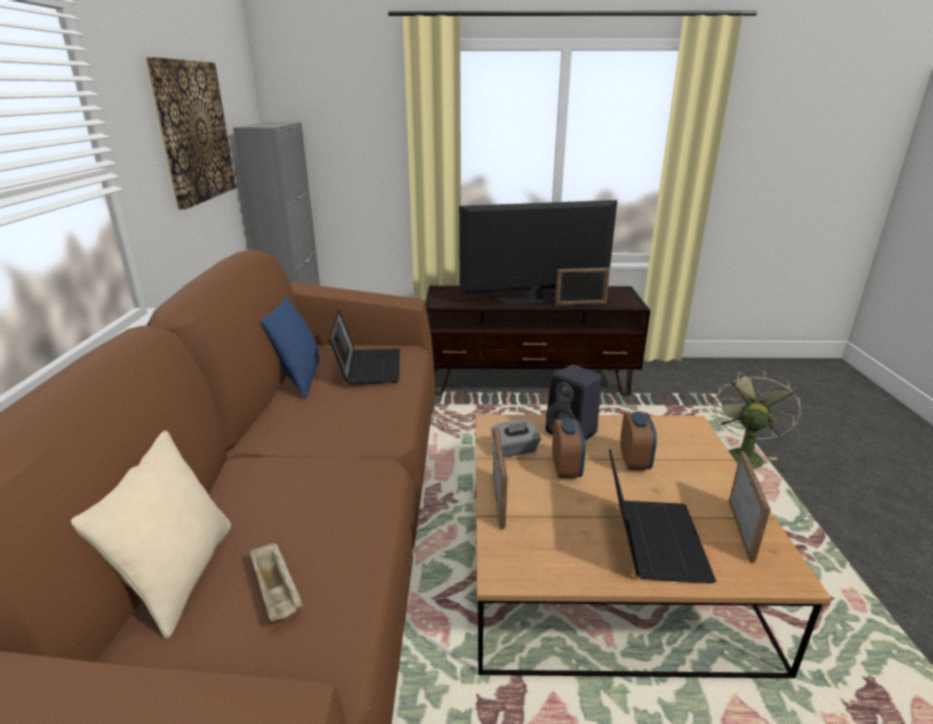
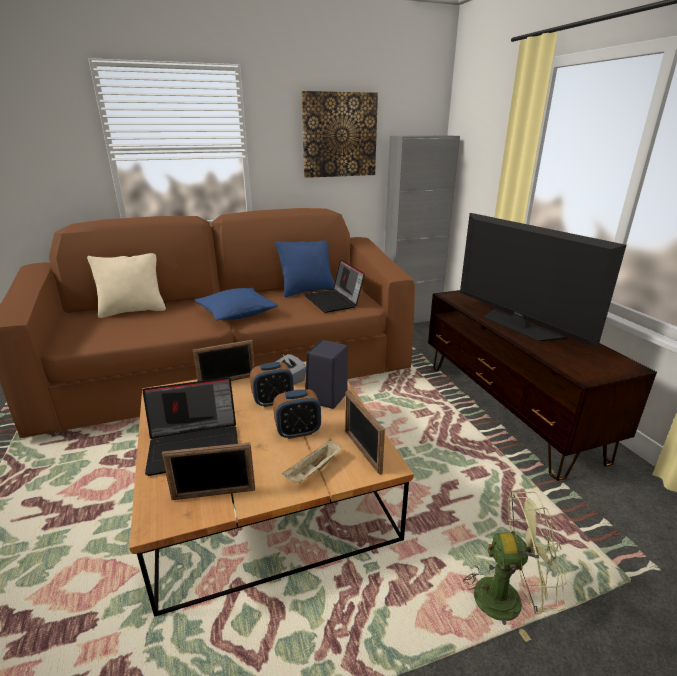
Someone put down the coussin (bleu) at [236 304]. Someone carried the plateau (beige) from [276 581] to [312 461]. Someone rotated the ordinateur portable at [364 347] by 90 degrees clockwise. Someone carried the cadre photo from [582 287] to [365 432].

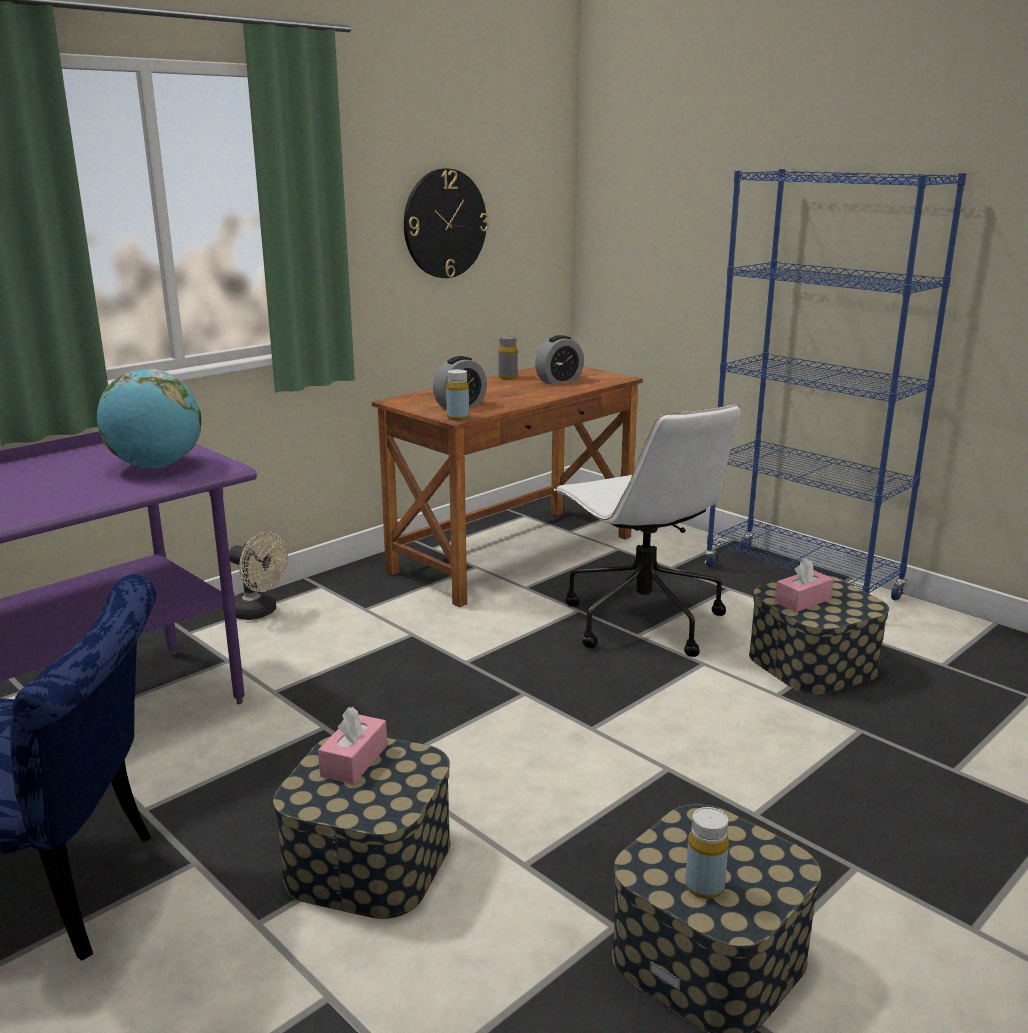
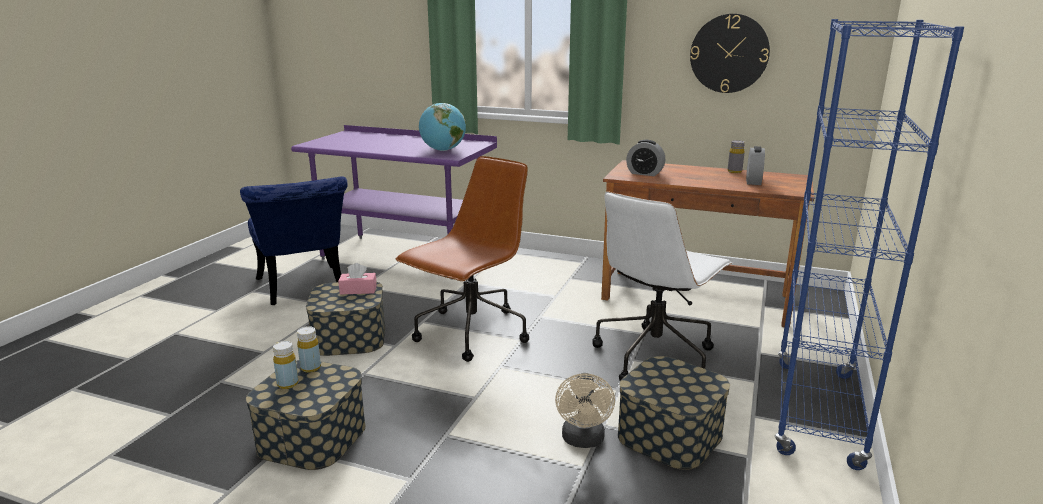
Someone carried the bouteille (jaune) from [457 395] to [309 349]. Someone put down the chaise de bureau (marron) at [462 259]. Someone carried the ventilateur (beige) from [258 576] to [585 410]. Someone rotated the réveil at [559 359] by 105 degrees counterclockwise. Someone took away the boîte à mouchoirs (rose) at [804 585].

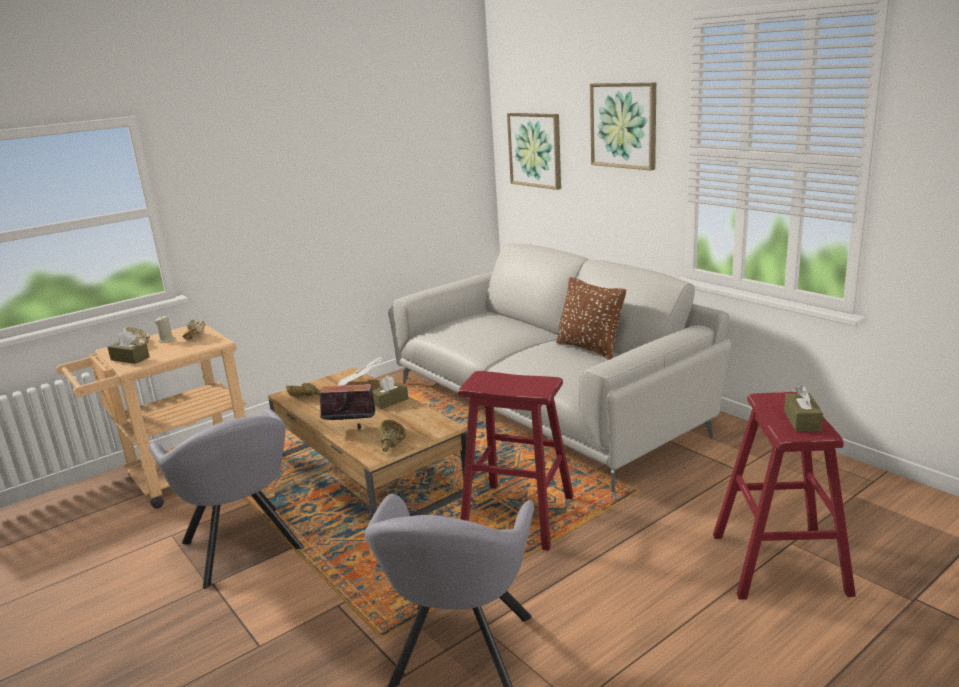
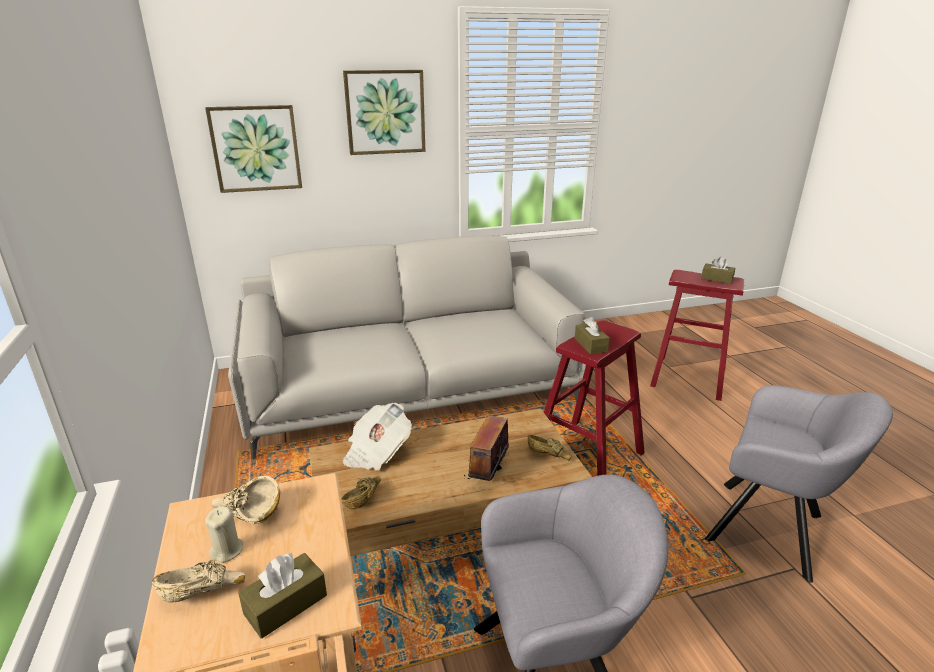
Someone carried the boîte à mouchoirs (marron) from [390 392] to [592 335]. Someone took away the coussin (marron) at [591 318].

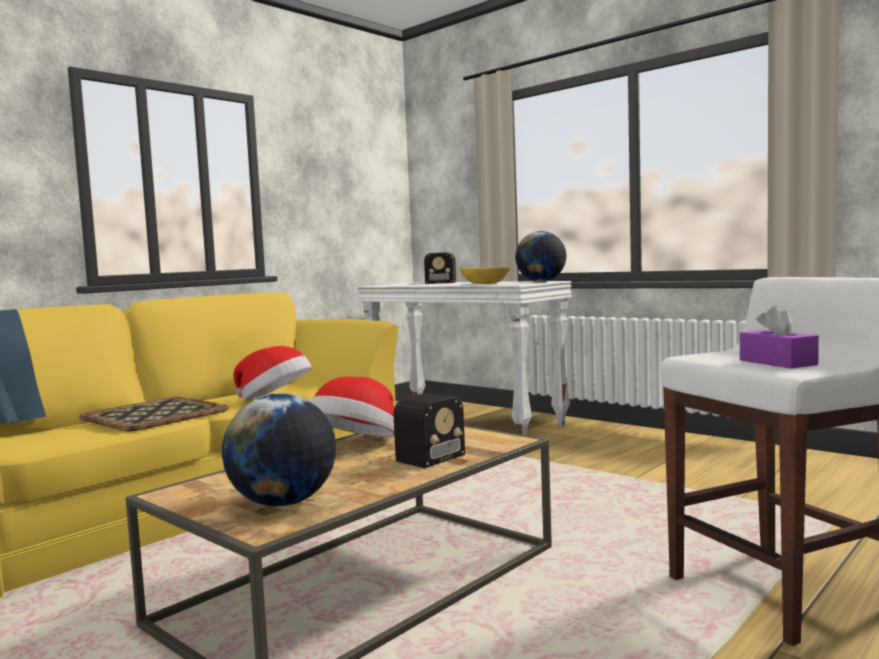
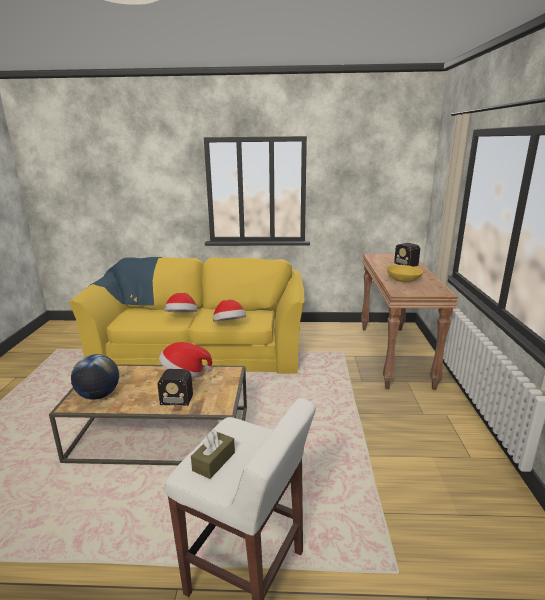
Someone swapped the plateau at [154 414] for the chapeau at [181 302]. Someone repainted the boîte à mouchoirs (violet) at [779 337], which became the boîte à mouchoirs (marron) at [213 454]. Someone repainted the table console (blanc) at [465 358], which became the table console (marron) at [409 322]. Someone took away the globe at [540 256].

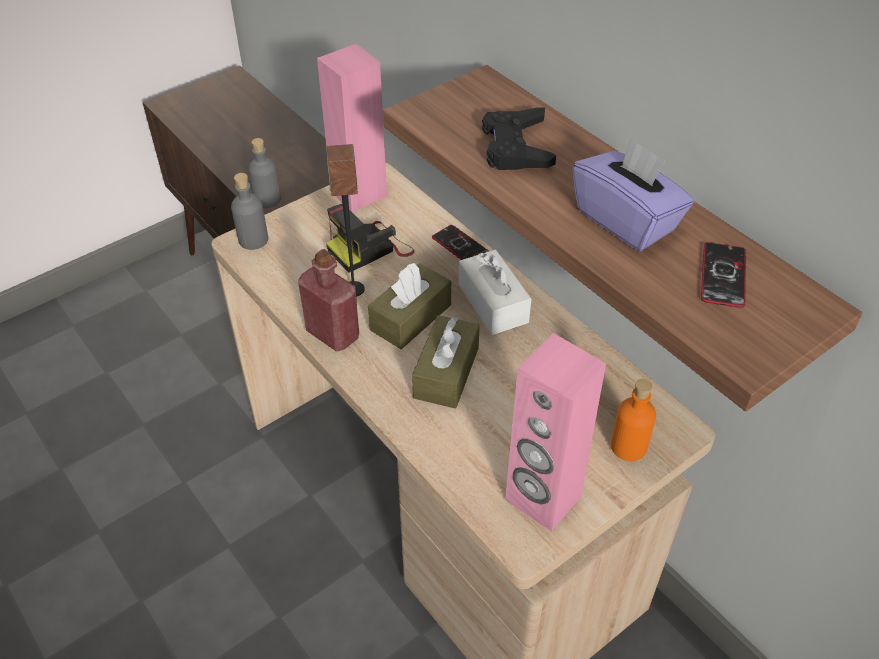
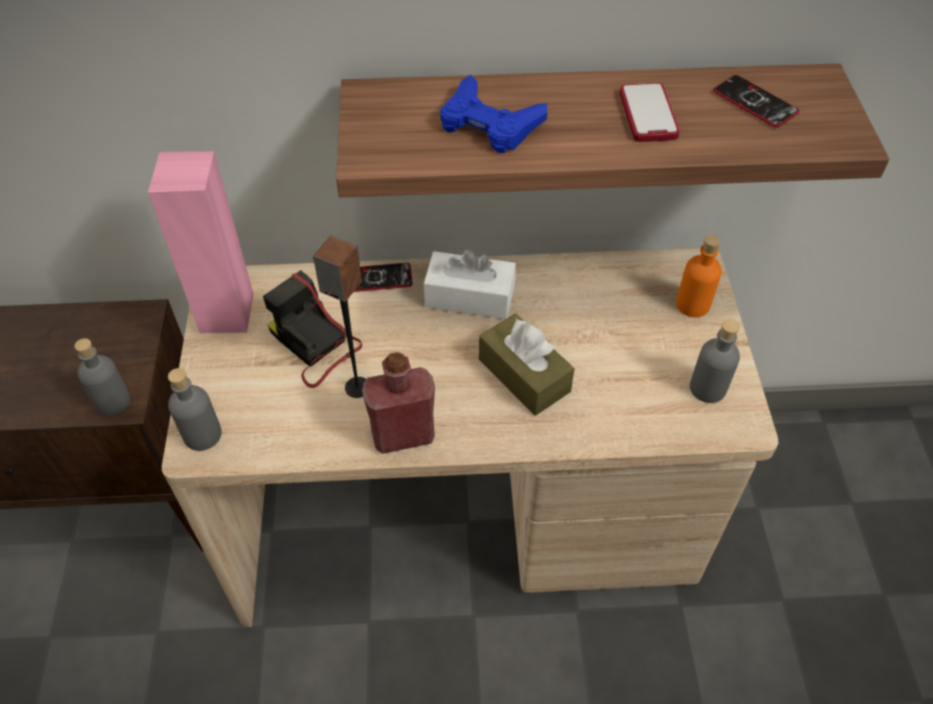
Someone rotated the appareil photo at [370 238] by 135 degrees clockwise. Someone repainted the manette (noir) at [519 138], which became the manette (bleu) at [493 114]. Someone swapped the boîte à mouchoirs (violet) at [633 194] for the téléphone at [650 112]. Someone swapped the enceinte (rose) at [555 432] for the bouteille (gris) at [715 361]. Someone took away the boîte à mouchoirs (marron) at [409 306].

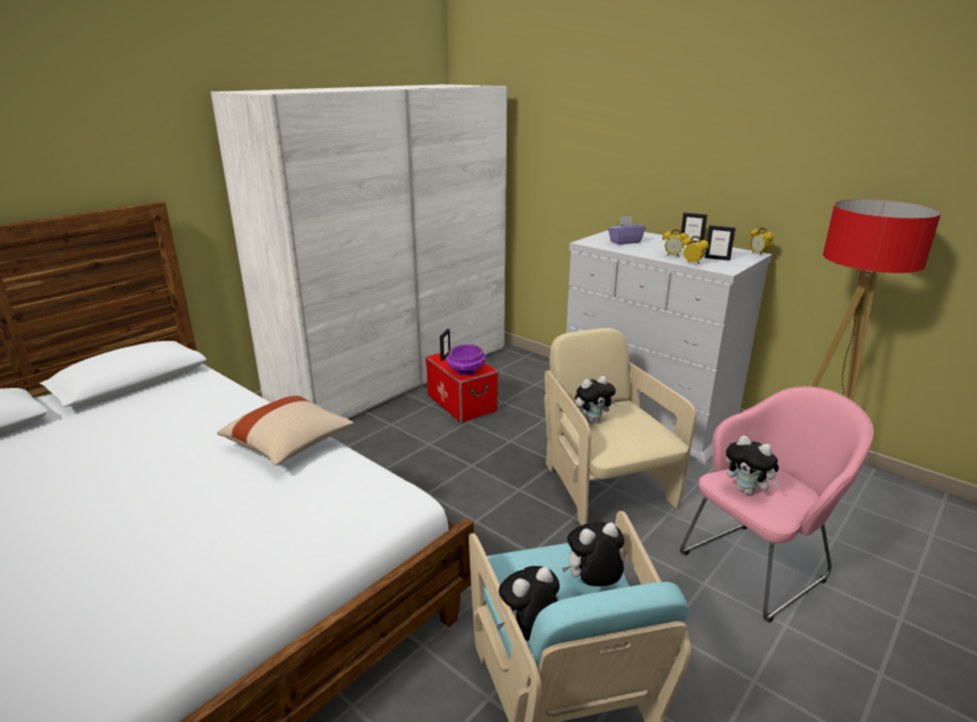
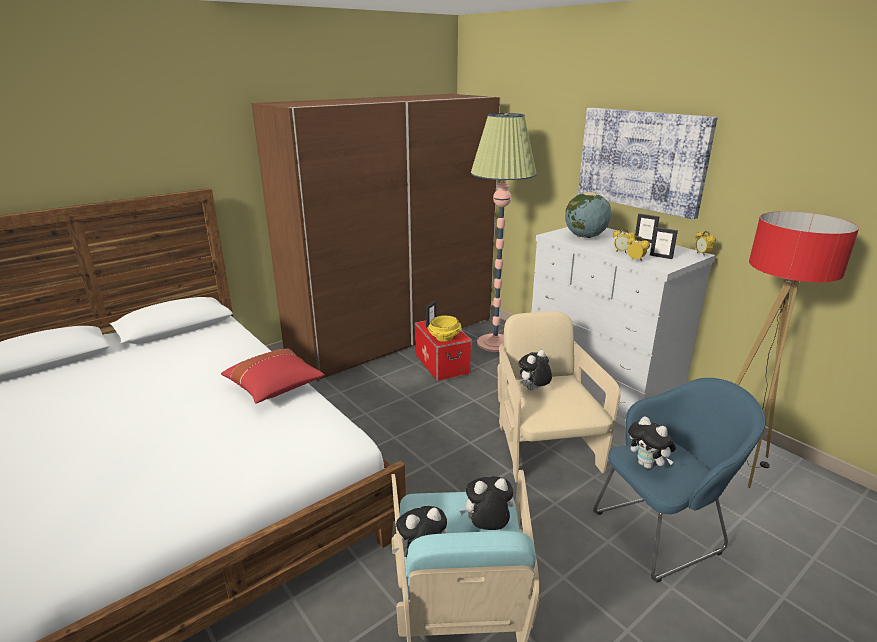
Someone repainted the coussin (beige) at [285 430], which became the coussin (rouge) at [273 375]. Someone repainted the armoire (blanc) at [359 251], which became the armoire (marron) at [376 237]. Someone repainted the bol (violet) at [466 359], which became the bol (jaune) at [445 328]. Someone put down the lampadaire at [504 232]. Someone rotated the peluche at [595 399] by 150 degrees clockwise. Someone swapped the boîte à mouchoirs (violet) at [627 230] for the globe at [588 215]. Someone put up the tableau at [647 163]. Someone repainted the fauteuil (rose) at [777 504], which became the fauteuil (bleu) at [679 480].

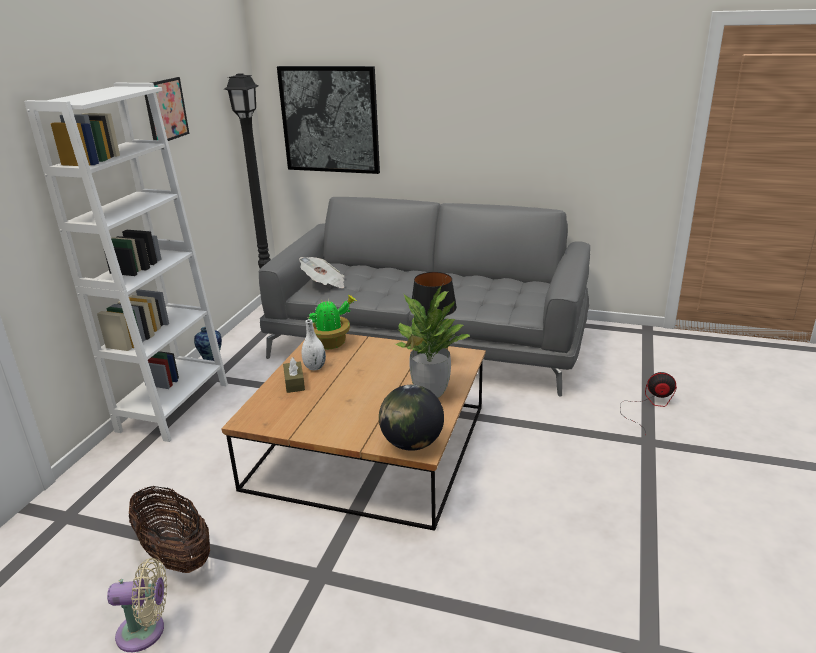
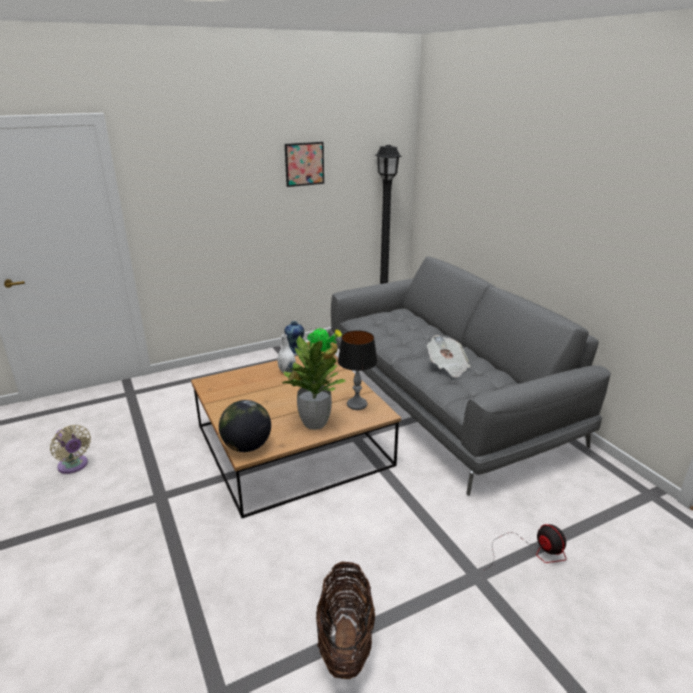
Someone carried the panier from [169 529] to [345 620]. Someone carried the journal from [321 272] to [448 356]. Someone took away the bibliothèque (blanc) at [126 262]. Someone took away the tableau at [328 120]. Someone took away the boîte à mouchoirs (marron) at [294 375].

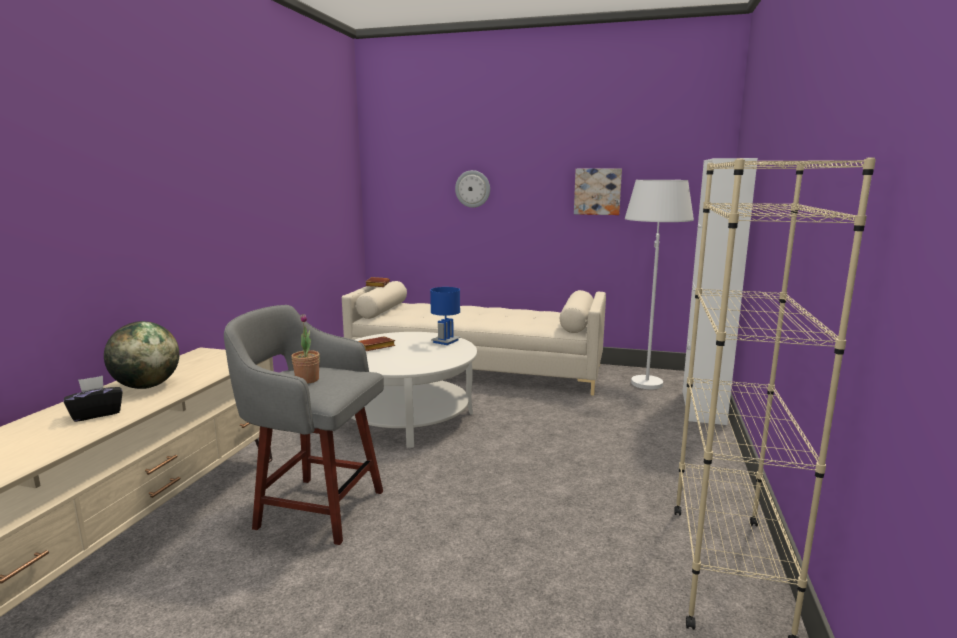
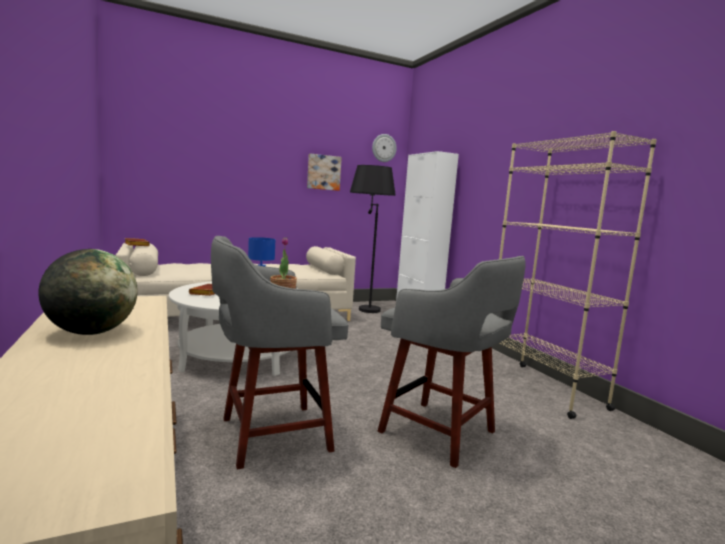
Someone repainted the lampadaire (blanc) at [659 284], which became the lampadaire (noir) at [373 239]. Someone carried the horloge murale from [472 189] to [384 148]. Someone put down the tabouret (gris) at [452 362]. Someone took away the boîte à mouchoirs (noir) at [93 399].

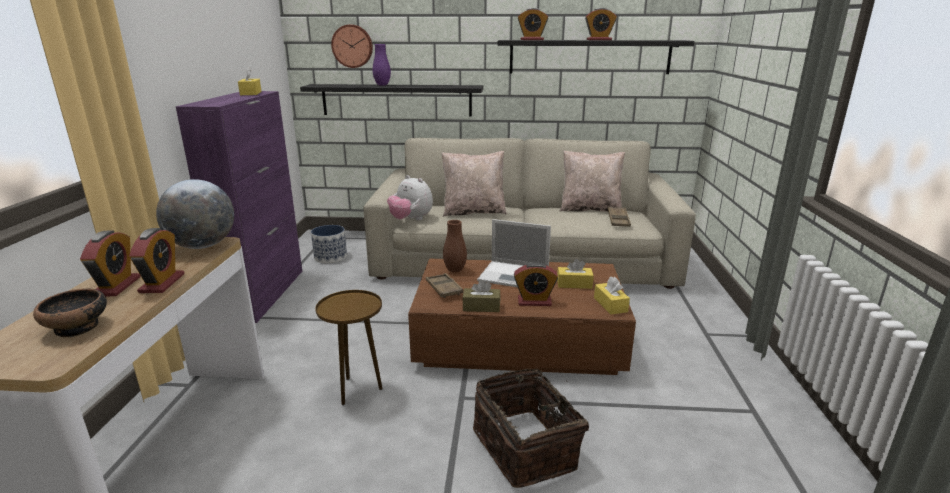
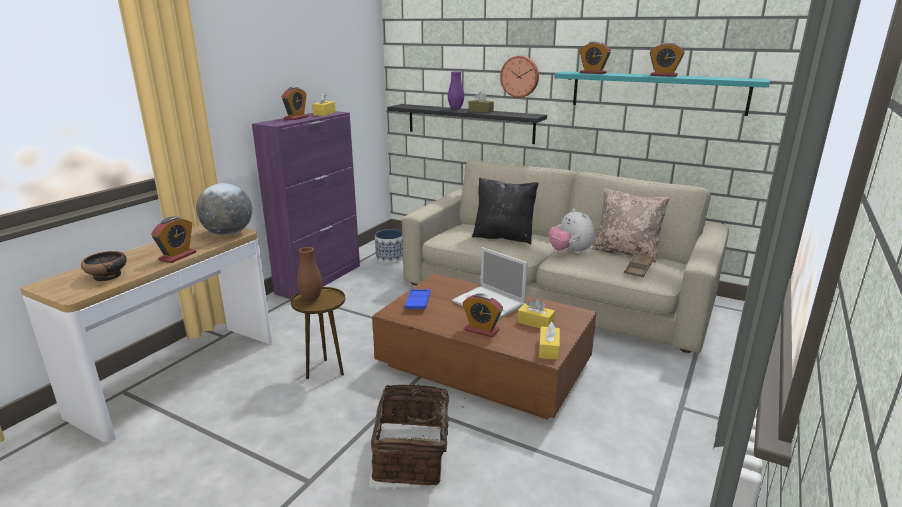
Someone carried the réveil from [110 263] to [295 103]. Someone carried the vase (marron) from [455 246] to [309 274]. Someone repainted the plateau (marron) at [444 285], which became the plateau (bleu) at [417 299]. Someone carried the boîte à mouchoirs (marron) from [481 296] to [481 102]. Someone repainted the coussin (beige) at [474 184], which became the coussin (noir) at [505 210]. Someone carried the horloge murale from [352 46] to [519 77]. Someone carried the peluche from [410 197] to [571 231]. Someone repainted the étagère (noir) at [596 57], which became the étagère (turquoise) at [662 93].

